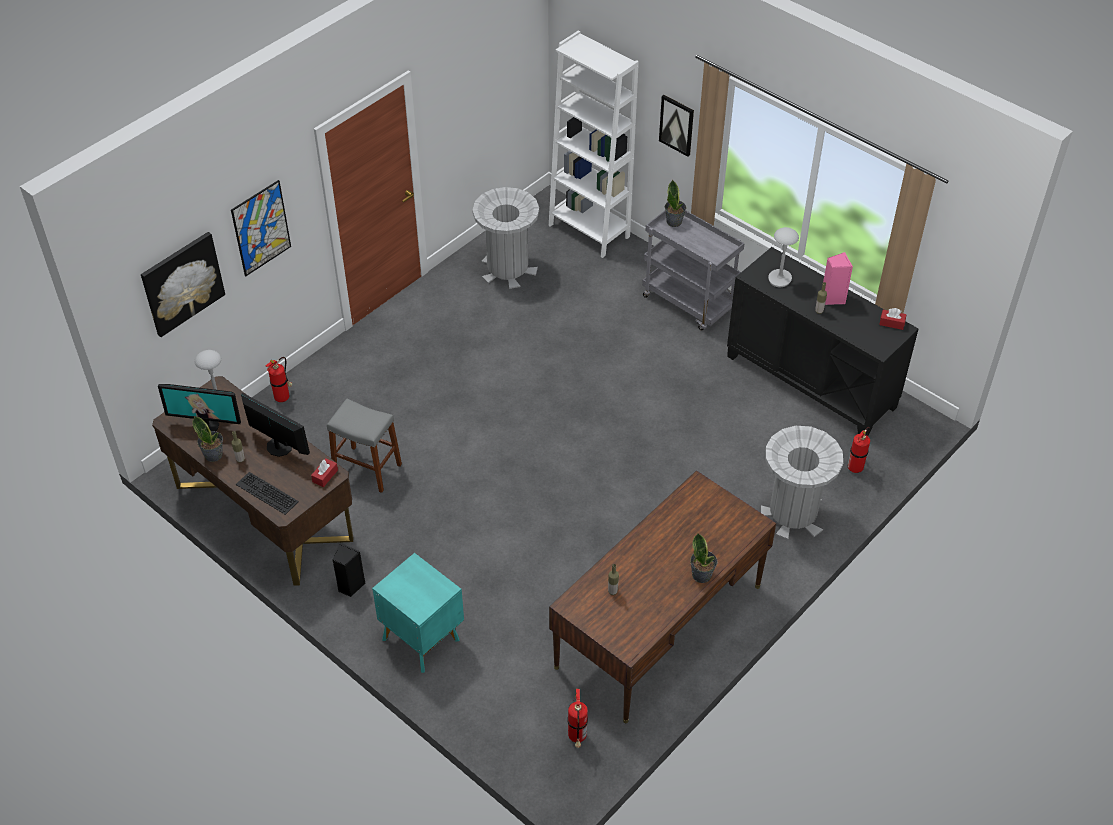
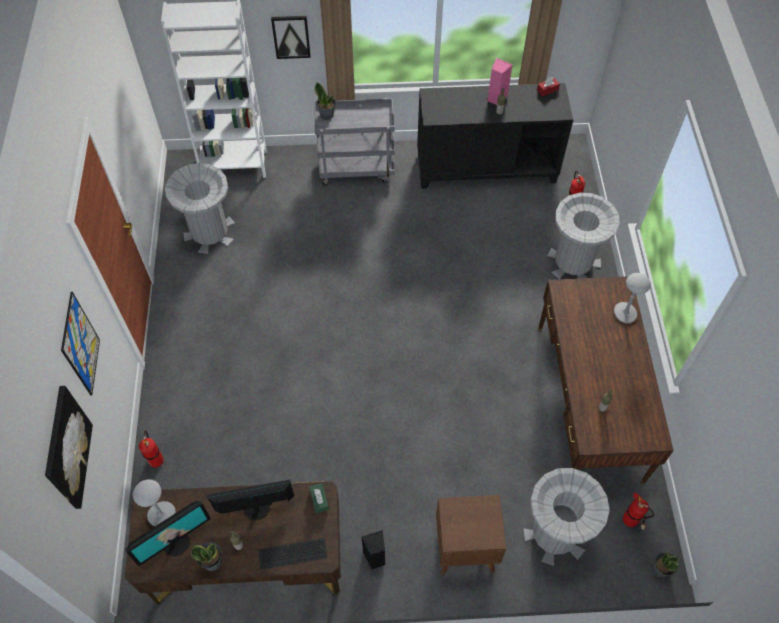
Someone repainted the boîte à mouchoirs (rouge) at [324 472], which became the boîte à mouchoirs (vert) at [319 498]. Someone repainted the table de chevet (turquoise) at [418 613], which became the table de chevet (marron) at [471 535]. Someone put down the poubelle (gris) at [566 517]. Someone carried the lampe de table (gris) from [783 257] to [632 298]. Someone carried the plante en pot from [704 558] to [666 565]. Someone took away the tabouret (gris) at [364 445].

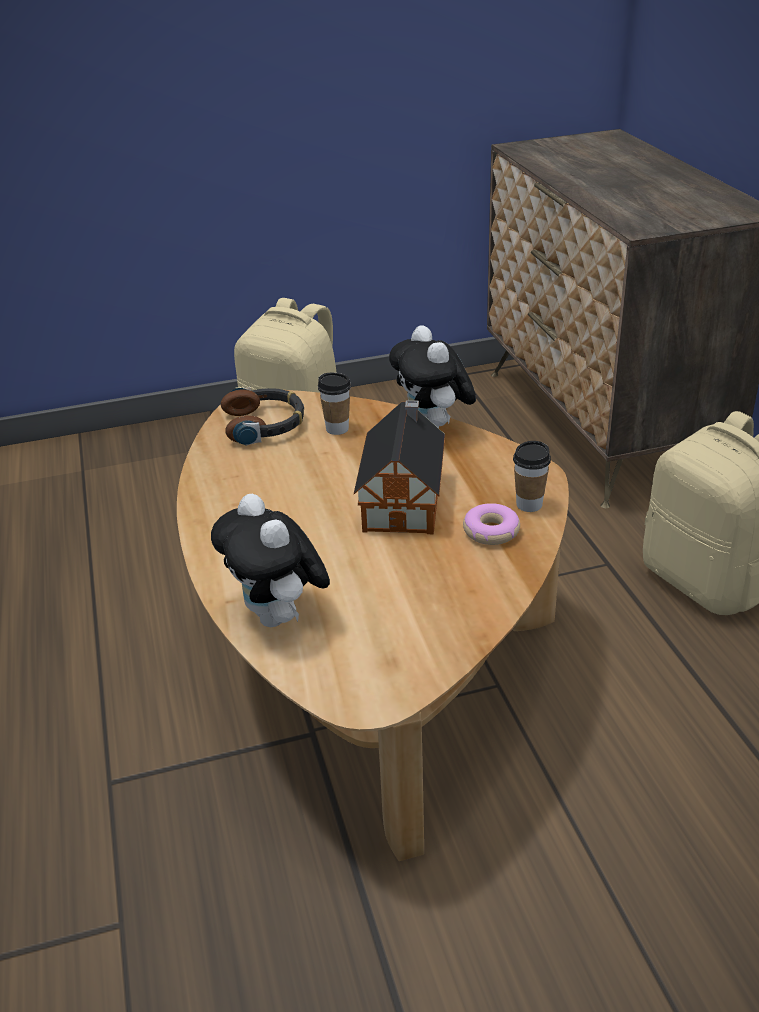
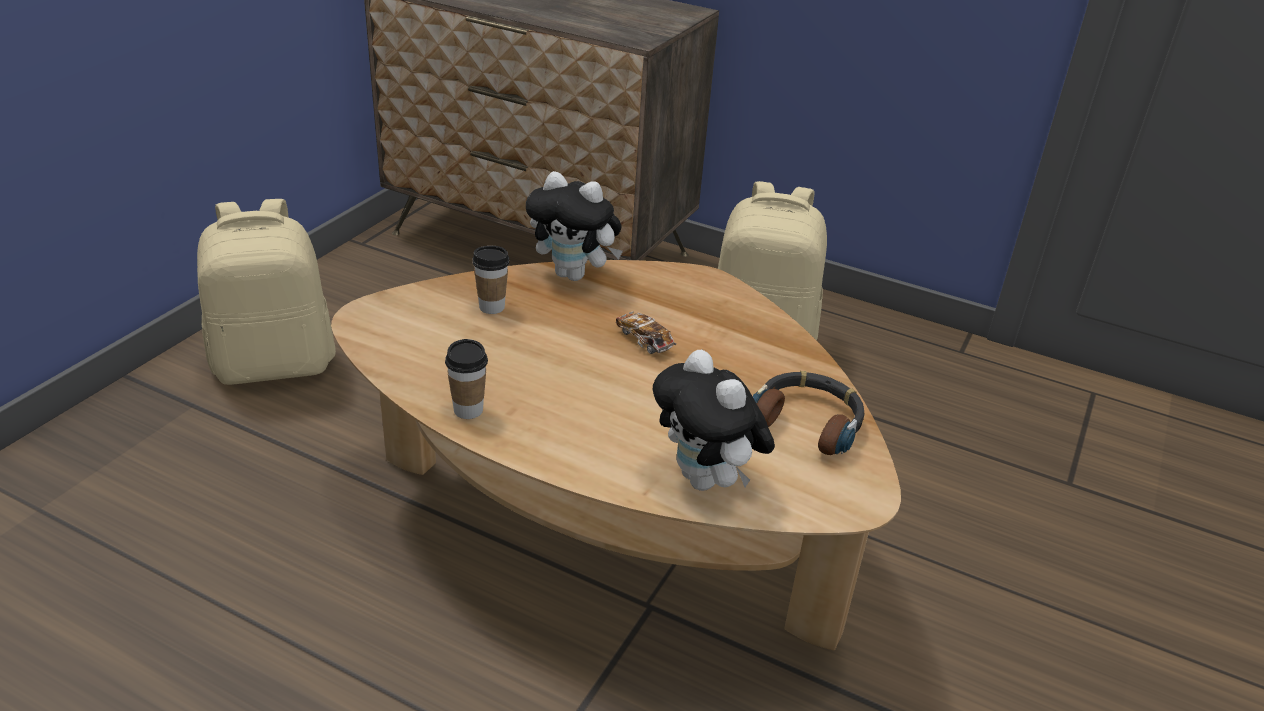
Someone carried the tasse from [532 476] to [466 379]. Someone swapped the maison miniature at [399 467] for the petite voiture at [646 332]. Someone rotated the peluche at [270 560] by 45 degrees clockwise. Someone carried the casque audio from [262 416] to [809 413]. Someone took away the beignet at [491 524].

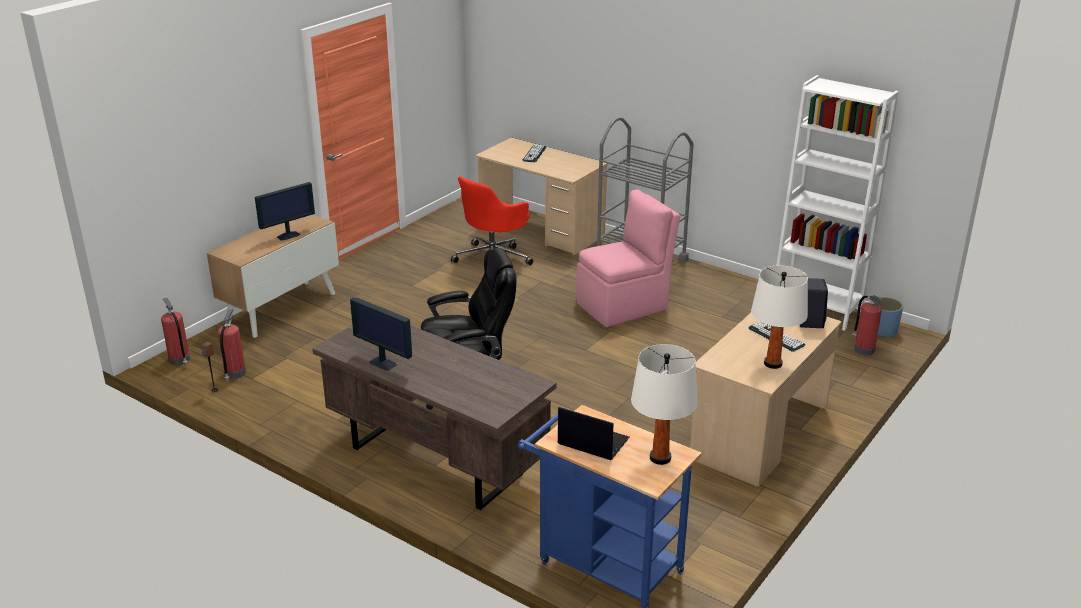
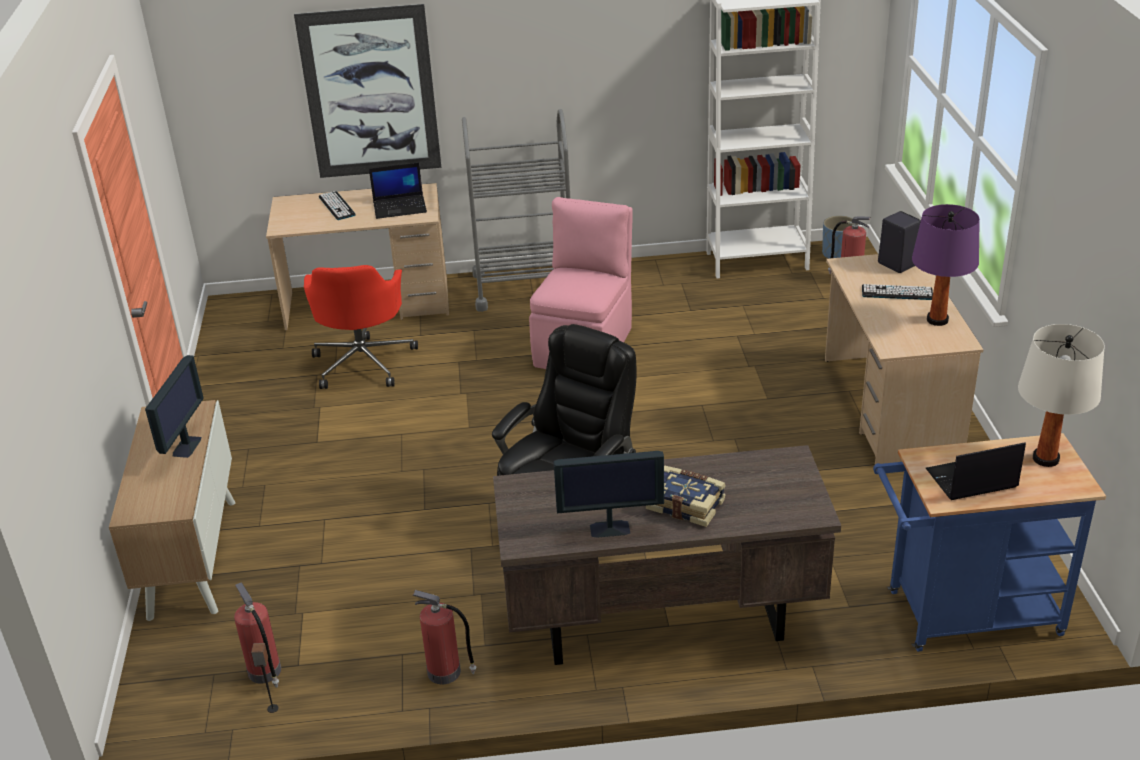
Someone put up the tableau at [368 91]. Someone put down the ordinateur portable at [398 191]. Someone carried the extincteur from [175 332] to [444 637]. Someone put down the livre at [686 496]. Someone repainted the lampe de table (blanc) at [779 317], which became the lampe de table (violet) at [946 265].

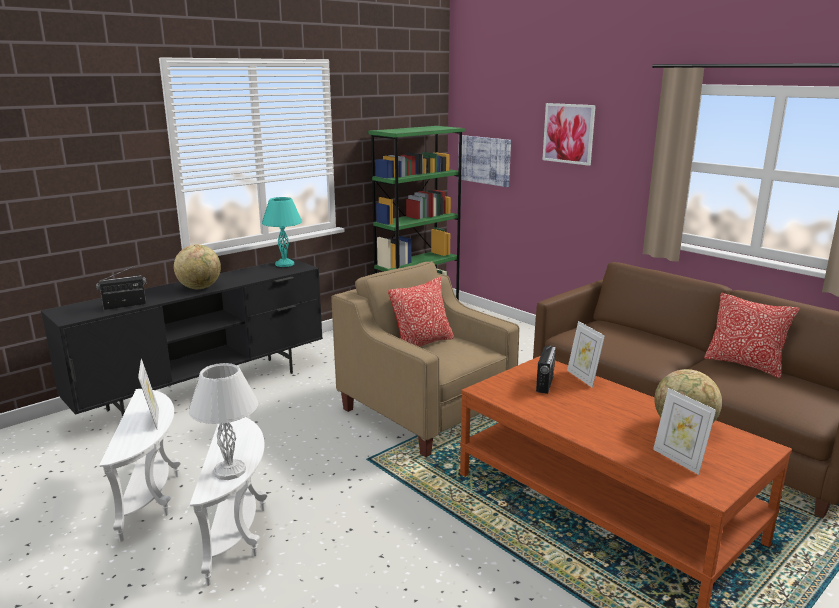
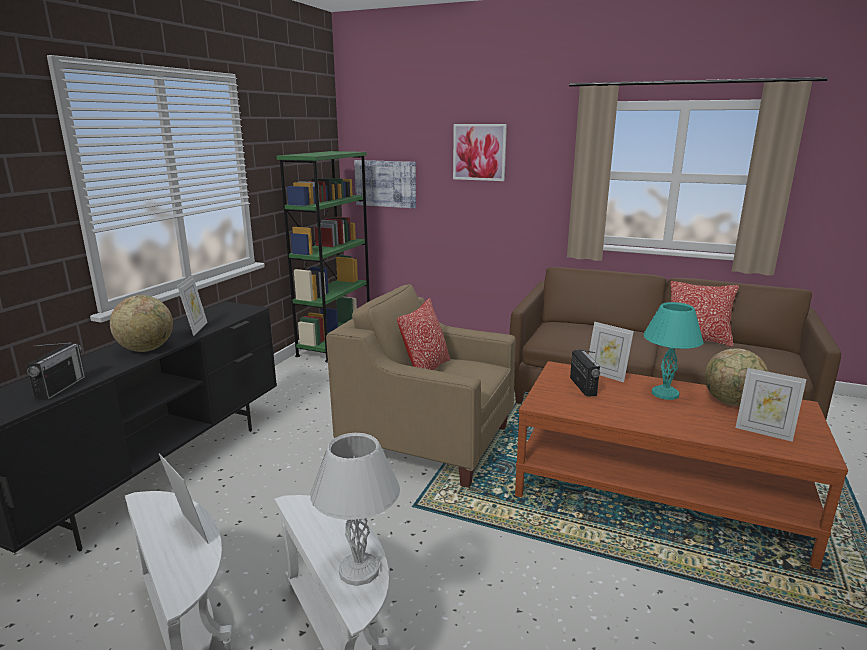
Someone rotated the radio at [121 288] by 150 degrees clockwise. Someone put down the cadre photo at [192 305]. Someone carried the lampe de table (turquoise) from [282 232] to [673 351].

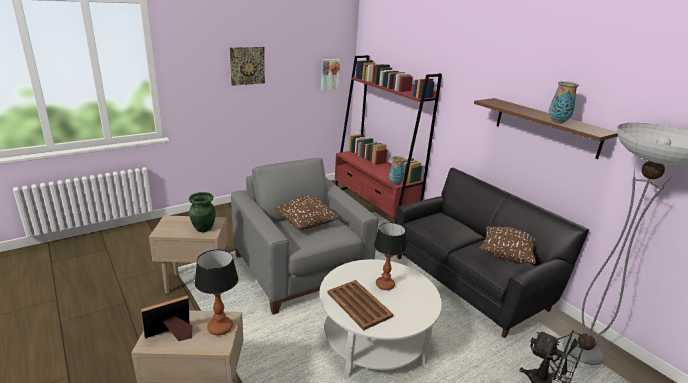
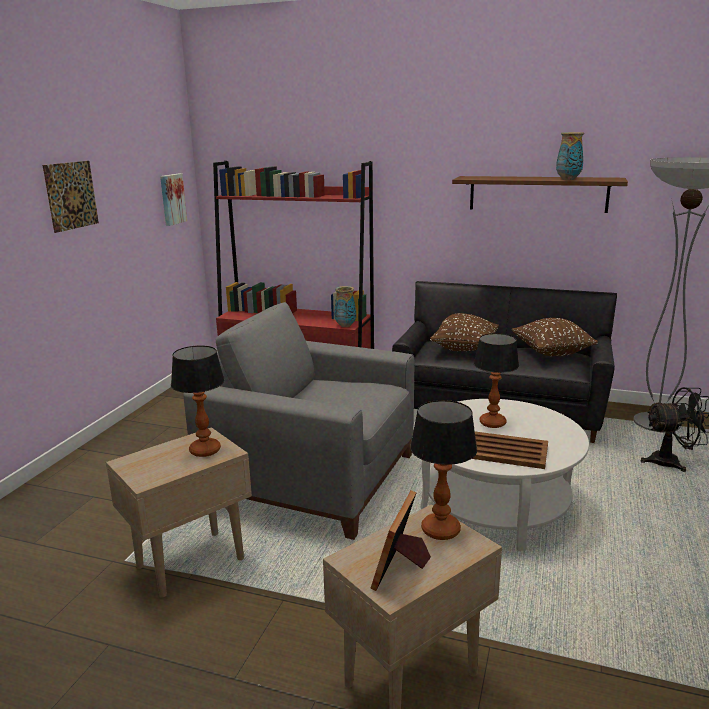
Someone swapped the vase (vert) at [202 212] for the lampe de table at [198 401]. Someone carried the coussin (marron) from [307 213] to [464 332].

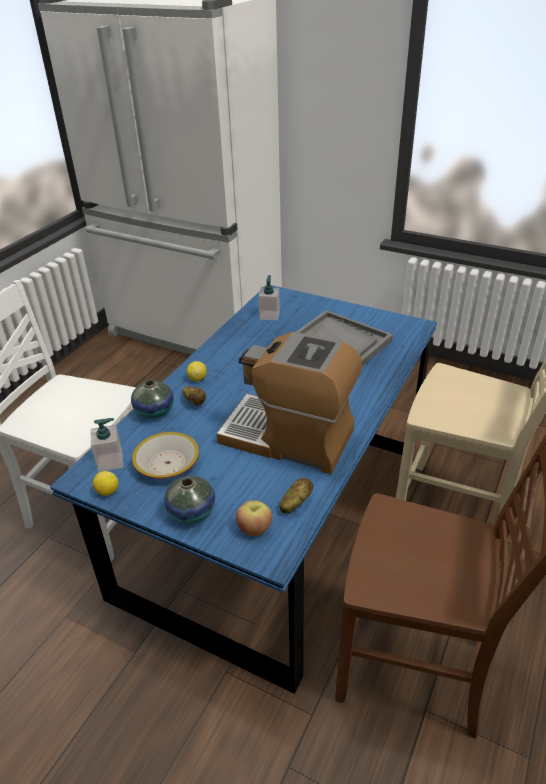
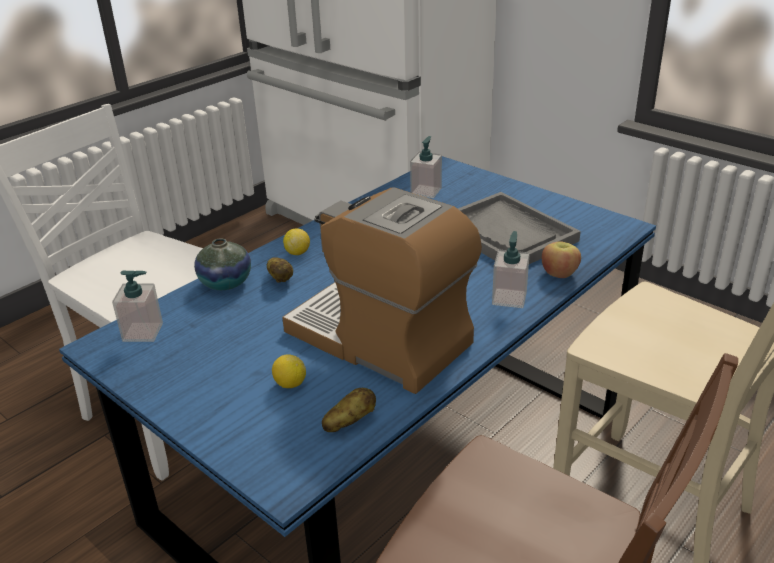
Someone carried the citron from [106 483] to [289 371]. Someone put down the distributeur de savon at [511 269]. Someone carried the pomme from [254 518] to [561 259]. Someone took away the bol at [165 455]. Someone took away the vase at [189 500].

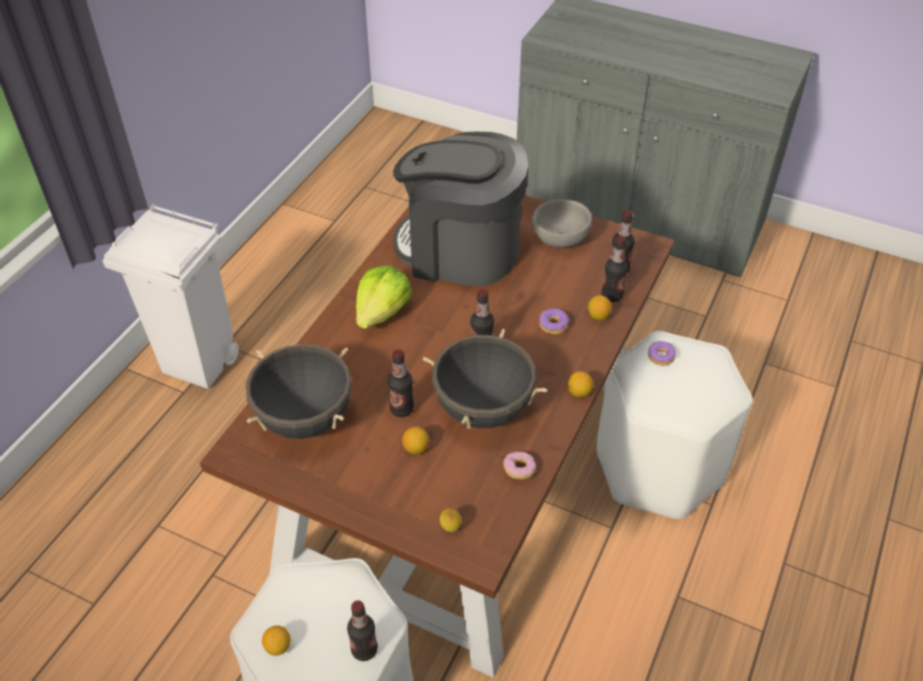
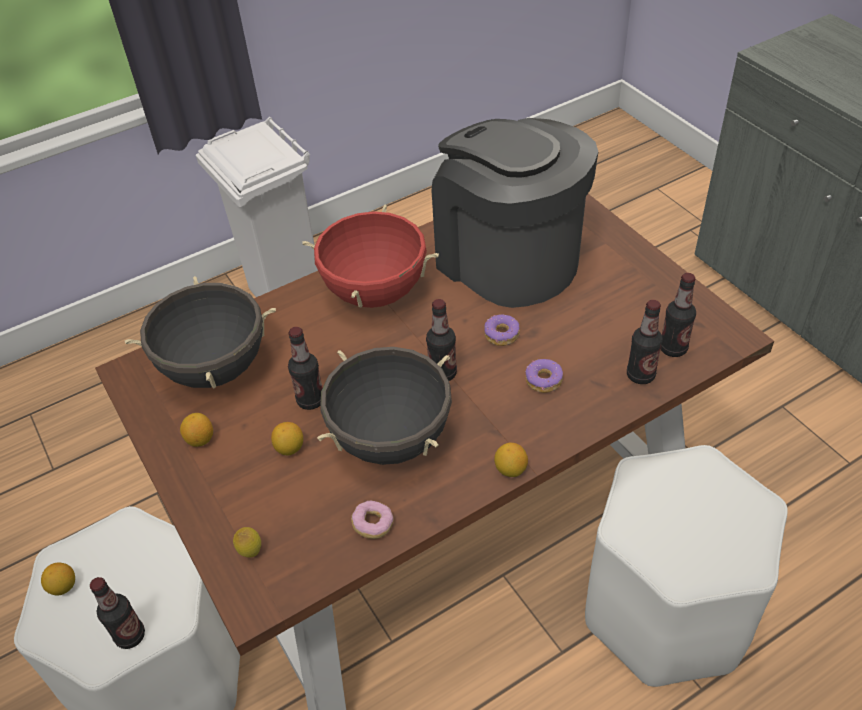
Someone carried the citron from [600 308] to [196 430]. Someone swapped the laitue at [384 297] for the marmite (rouge) at [370 256]. Someone carried the beignet from [662 353] to [502 330]. Someone took away the bol (gris) at [561 223].

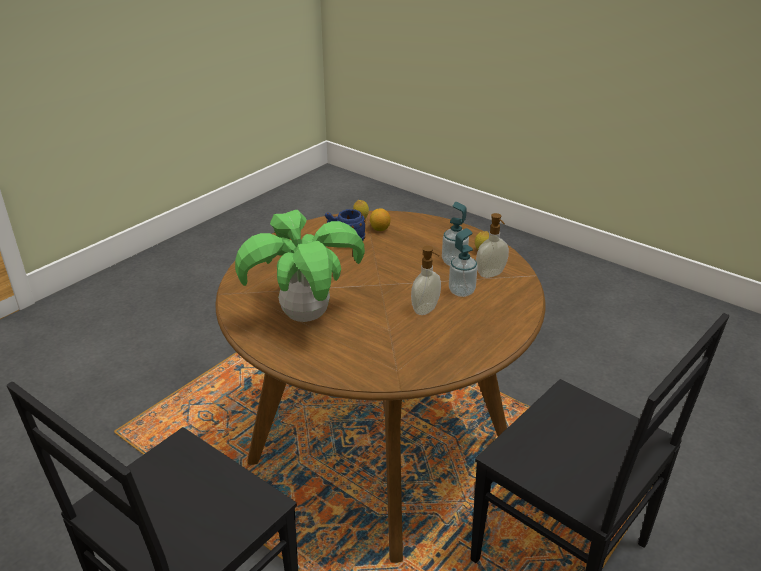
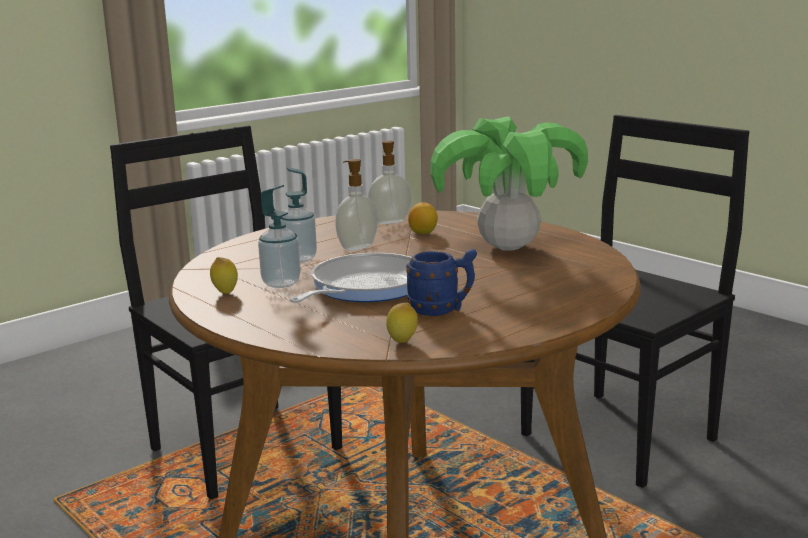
Someone put down the poêle at [351 278]. Someone carried the distributeur de savon from [492 245] to [390 182]. Someone carried the citron from [380 219] to [423 218].

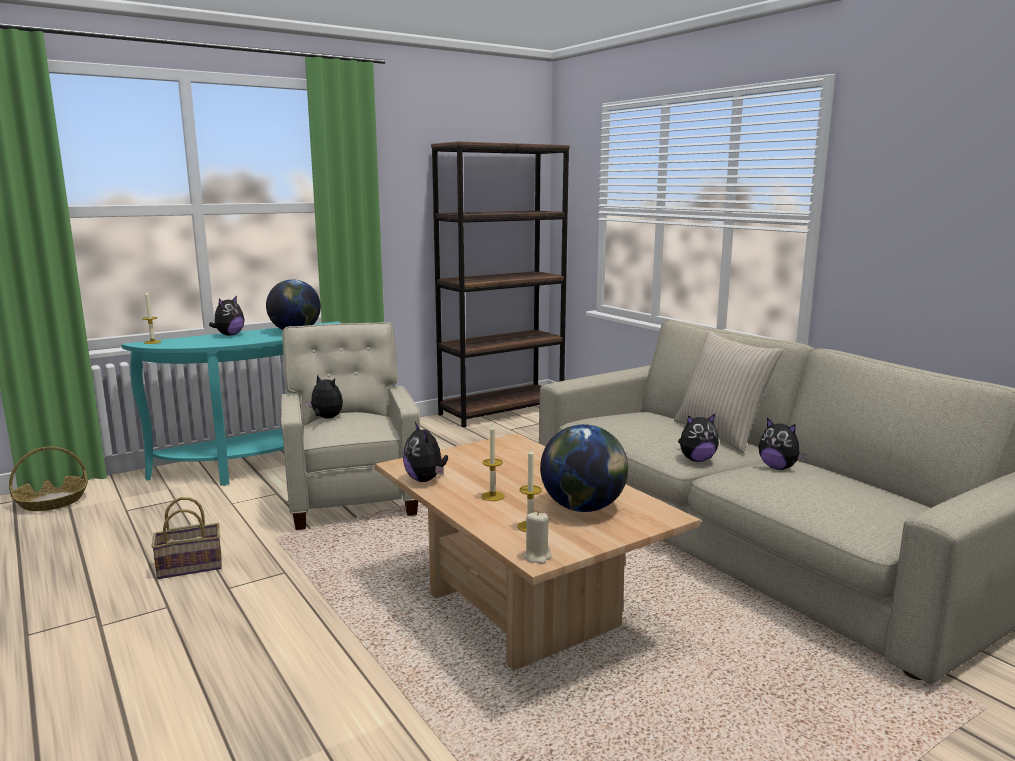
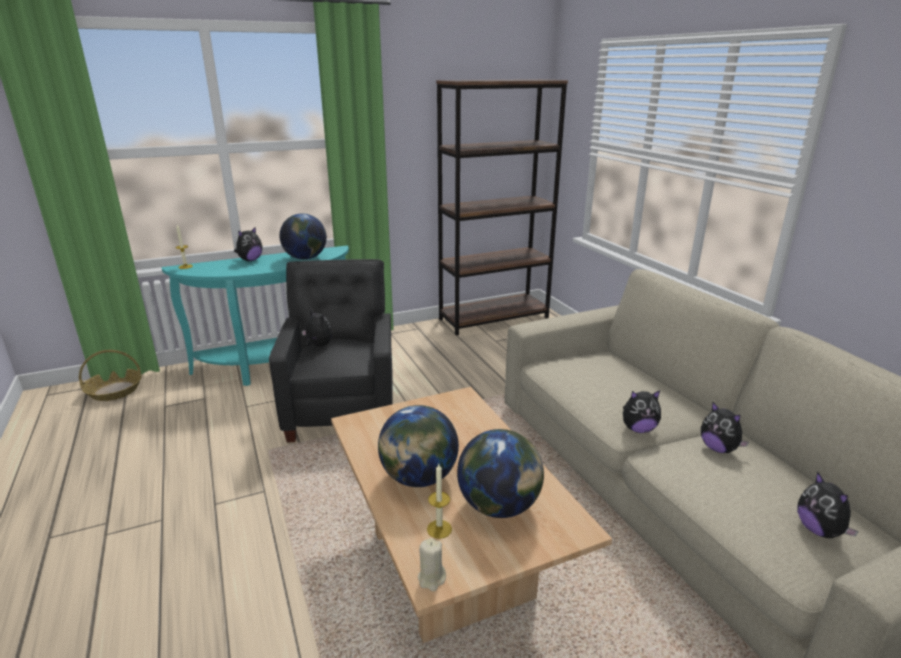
Someone repainted the fauteuil (beige) at [350 426], which became the fauteuil (noir) at [331 351]. Someone swapped the bougie at [492 462] for the globe at [418 446]. Someone carried the peluche from [425 452] to [828 504]. Someone took away the panier at [187 538]. Someone took away the coussin (beige) at [728 391].

